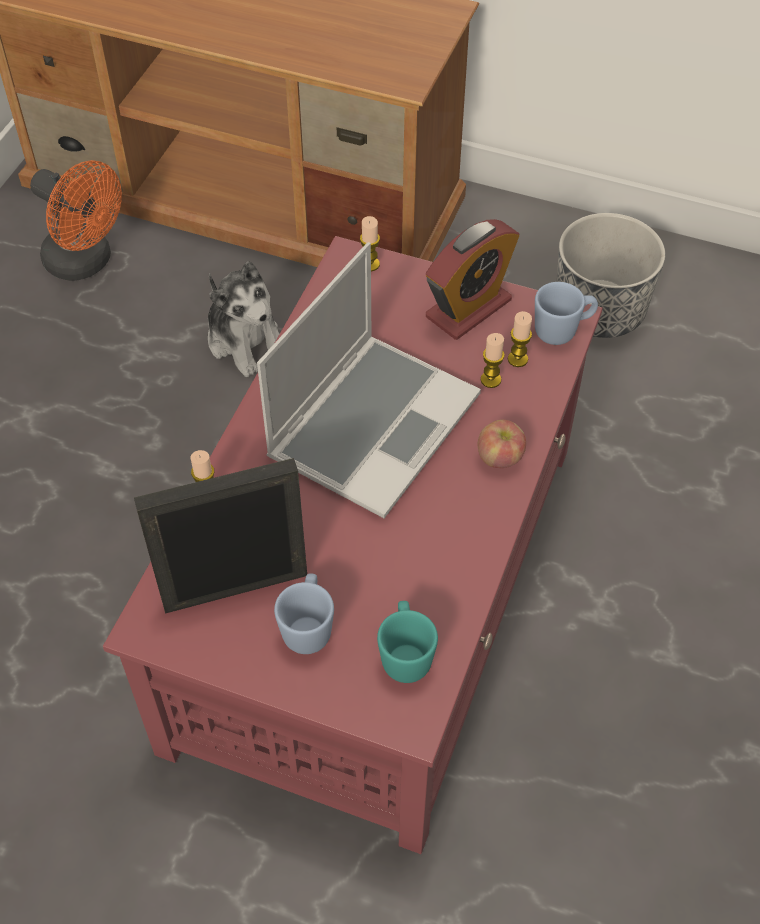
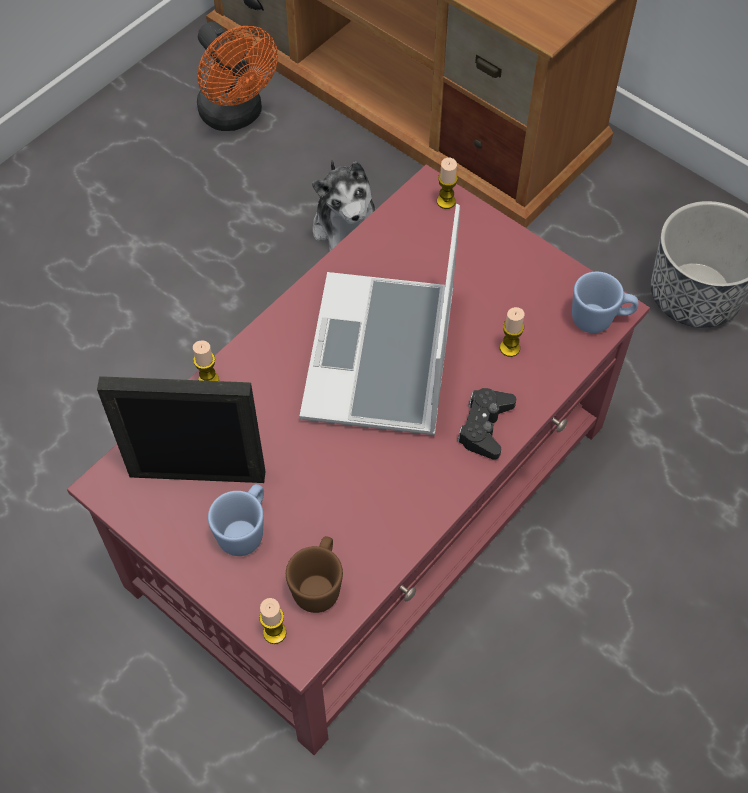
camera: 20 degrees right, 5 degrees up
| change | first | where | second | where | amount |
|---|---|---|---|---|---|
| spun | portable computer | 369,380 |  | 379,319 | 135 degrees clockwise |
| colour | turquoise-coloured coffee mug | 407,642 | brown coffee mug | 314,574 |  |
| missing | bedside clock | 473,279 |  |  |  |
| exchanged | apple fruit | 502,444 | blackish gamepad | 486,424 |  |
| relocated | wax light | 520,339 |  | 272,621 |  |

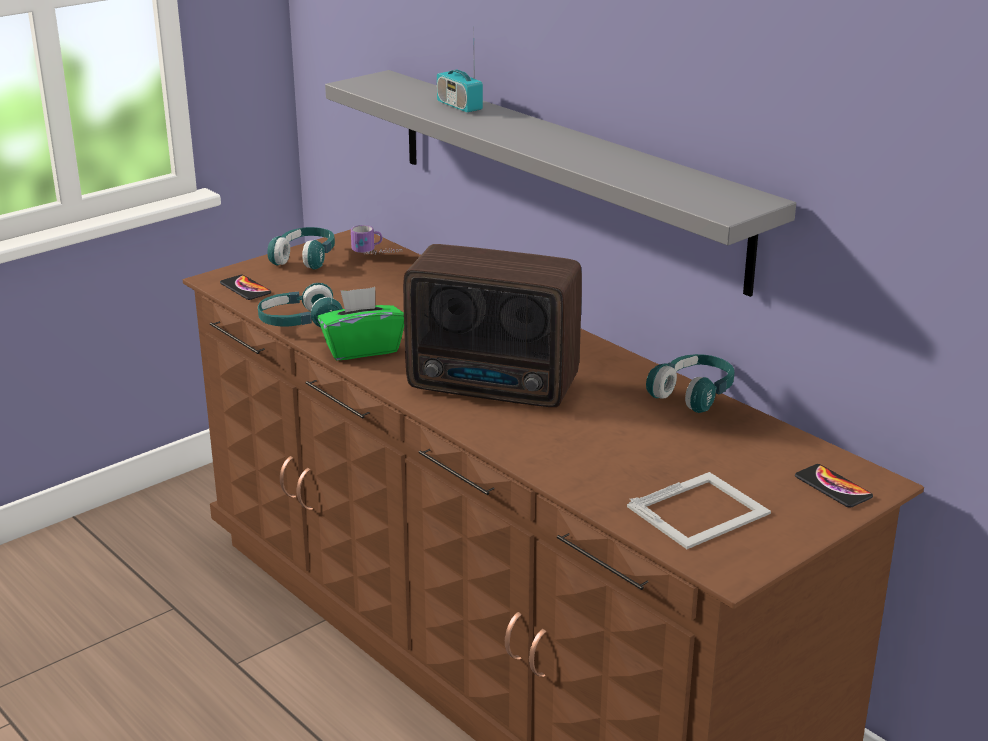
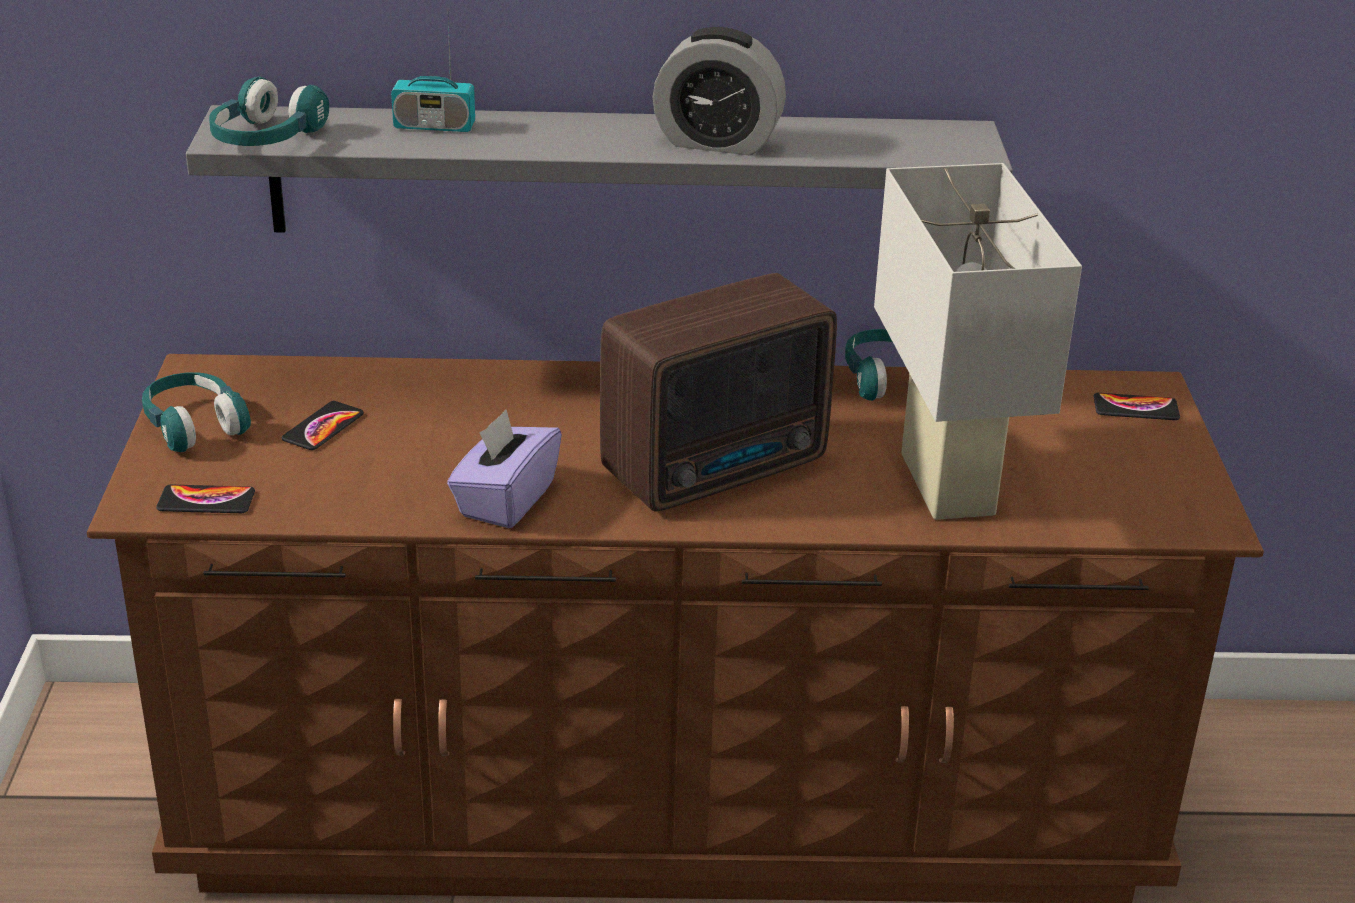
camera: 50 degrees left, 5 degrees up
| change | first | where | second | where | amount |
|---|---|---|---|---|---|
| relocated | turquoise-coloured headset | 300,305 |  | 269,111 |  |
| colour | green tissue holder | 360,323 | purple-coloured tissue holder | 504,469 |  |
| missing | coffee mug | 376,240 |  |  |  |
| missing | photo frame | 699,510 |  |  |  |
| appeared |  |  | telephone | 323,425 |  |
| appeared |  |  | bedside clock | 719,91 |  |
| appeared |  |  | white-coloured tabletop lamp | 978,341 |  |

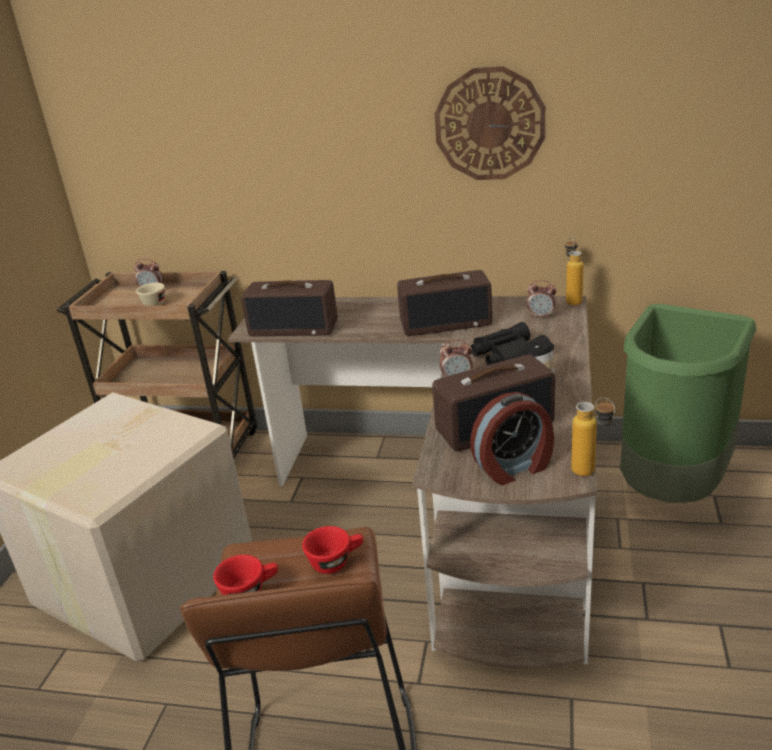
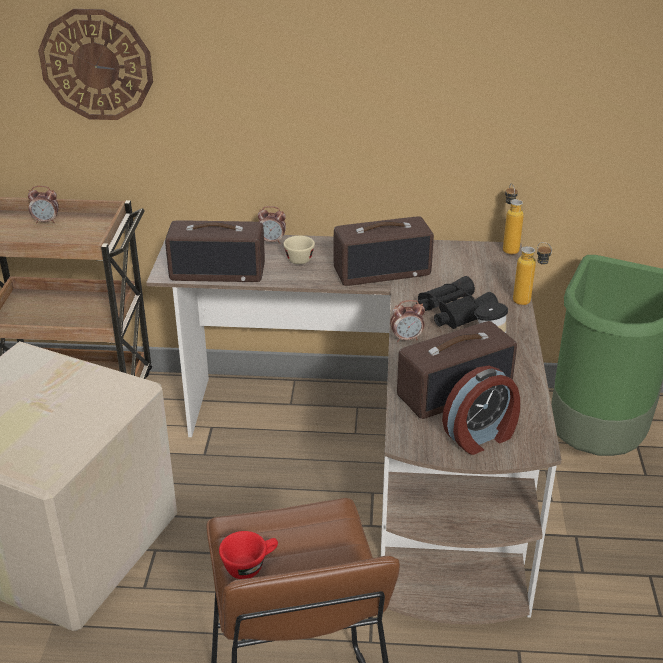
camera: 10 degrees left, 5 degrees up
| change | first | where | second | where | amount |
|---|---|---|---|---|---|
| relocated | beige-coloured cup | 150,294 |  | 299,249 |  |
| missing | red cup | 332,550 |  |  |  |
| relocated | hanging clock | 490,123 |  | 95,64 |  |
| relocated | bedside clock | 541,299 |  | 272,225 |  |
| relocated | drink bottle | 593,436 |  | 532,273 |  |

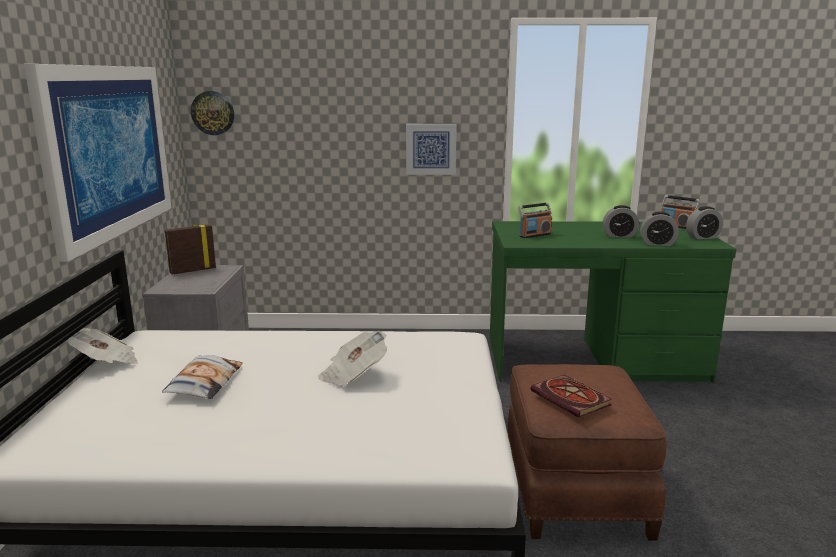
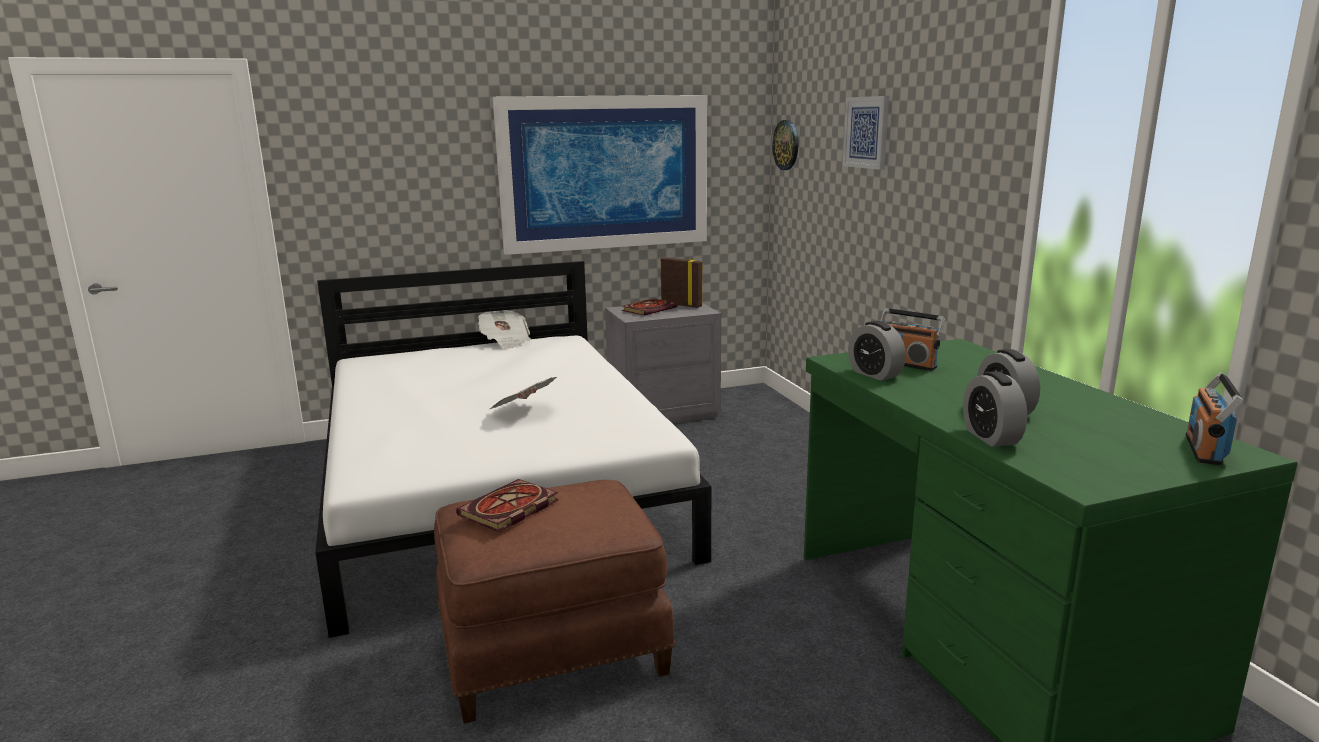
camera: 70 degrees right, 0 degrees up
| change | first | where | second | where | amount |
|---|---|---|---|---|---|
| missing | pillow | 202,377 |  |  |  |
| relocated | wall art | 431,149 |  | 866,133 |  |
| relocated | bedside clock | 704,222 |  | 877,351 |  |
| appeared |  |  | book | 650,307 |  |

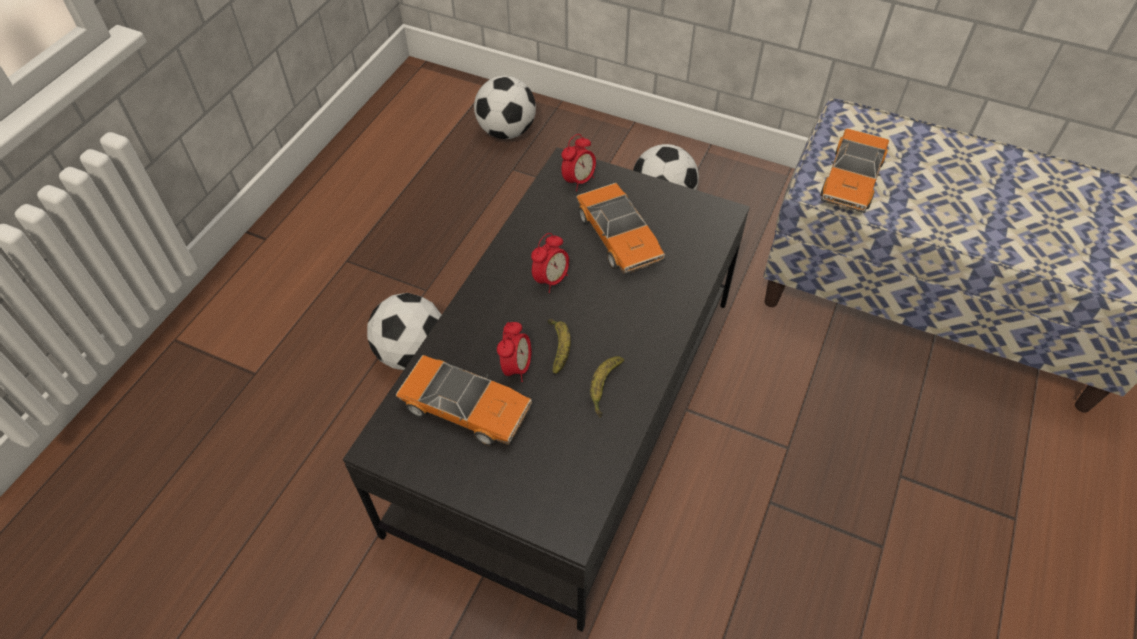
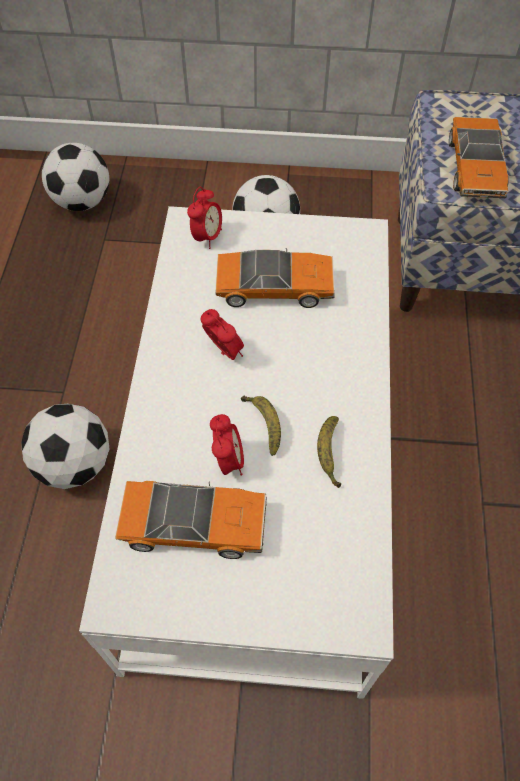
camera: 20 degrees left, 5 degrees up
| change | first | where | second | where | amount |
|---|---|---|---|---|---|
| colour | blackish low table | 546,389 | white-coloured low table | 236,452 |  |
| spun | bedside clock | 550,263 |  | 222,334 | 60 degrees counterclockwise |
| spun | model car | 621,228 |  | 275,278 | 45 degrees counterclockwise |

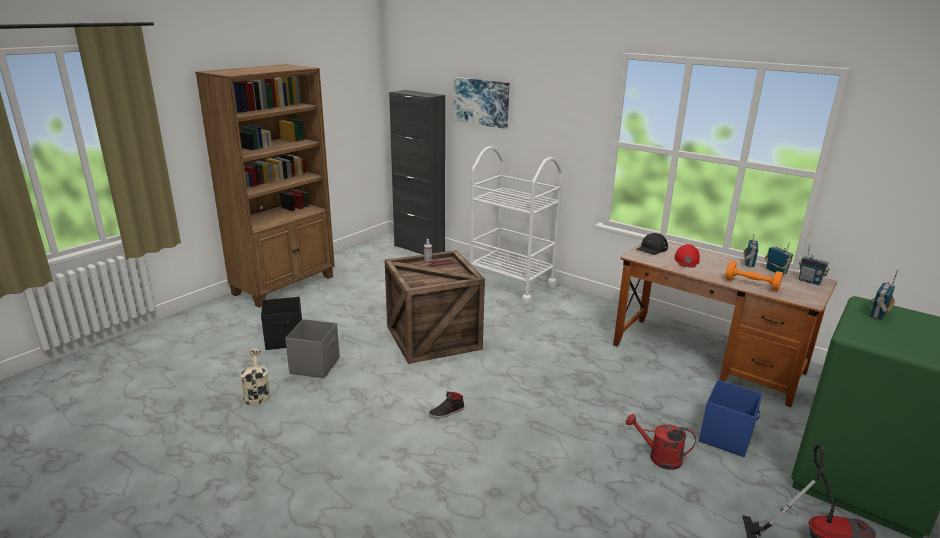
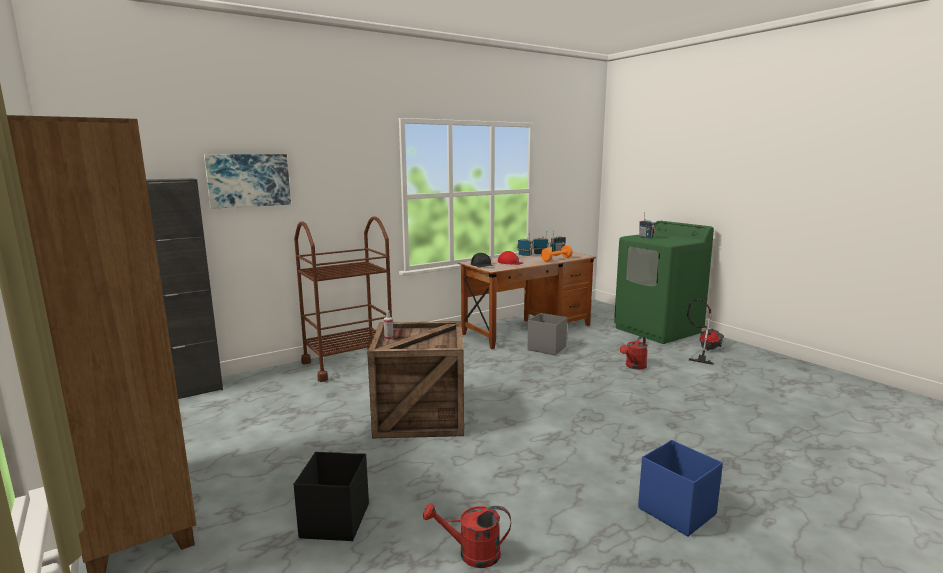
camera: 70 degrees left, 10 degrees down
| change | first | where | second | where | amount |
|---|---|---|---|---|---|
| colour | beige-coloured watering can | 256,377 | red watering can | 467,535 |  |
| relocated | greyish storage bin | 312,348 |  | 547,334 |  |
| missing | blackish shoe | 446,404 |  |  |  |
| colour | white-coloured wheeled cart | 516,225 | brown wheeled cart | 343,299 |  |
| relocated | blue-coloured storage bin | 730,418 |  | 680,488 |  |

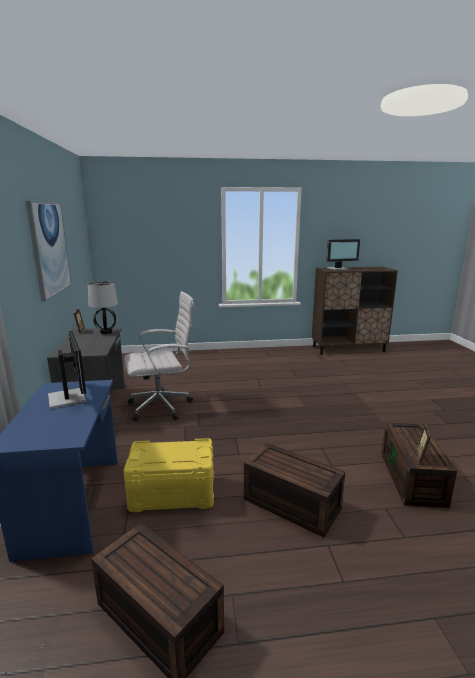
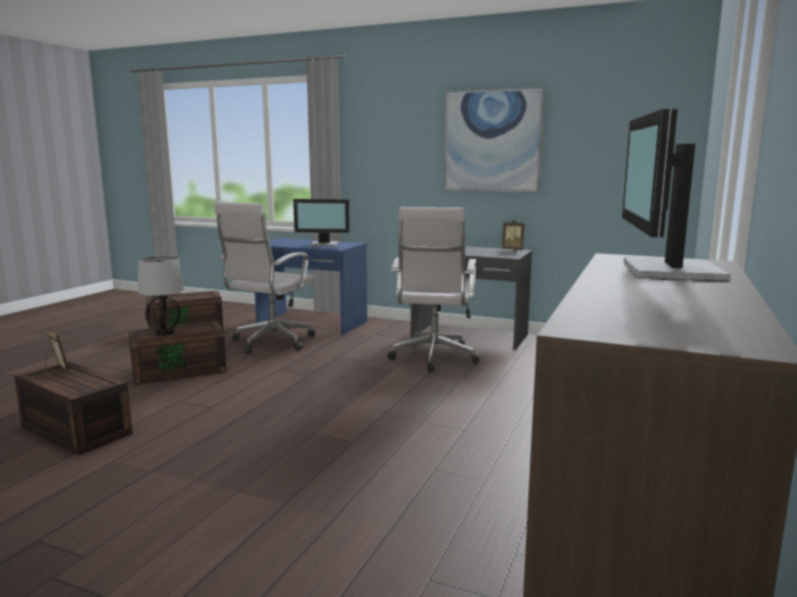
camera: 120 degrees right, 5 degrees down
| change | first | where | second | where | amount |
|---|---|---|---|---|---|
| relocated | tabletop lamp | 103,307 |  | 161,296 |  |
| exchanged | yellow storage bin | 168,475 | white-coloured computer chair | 265,277 |  |

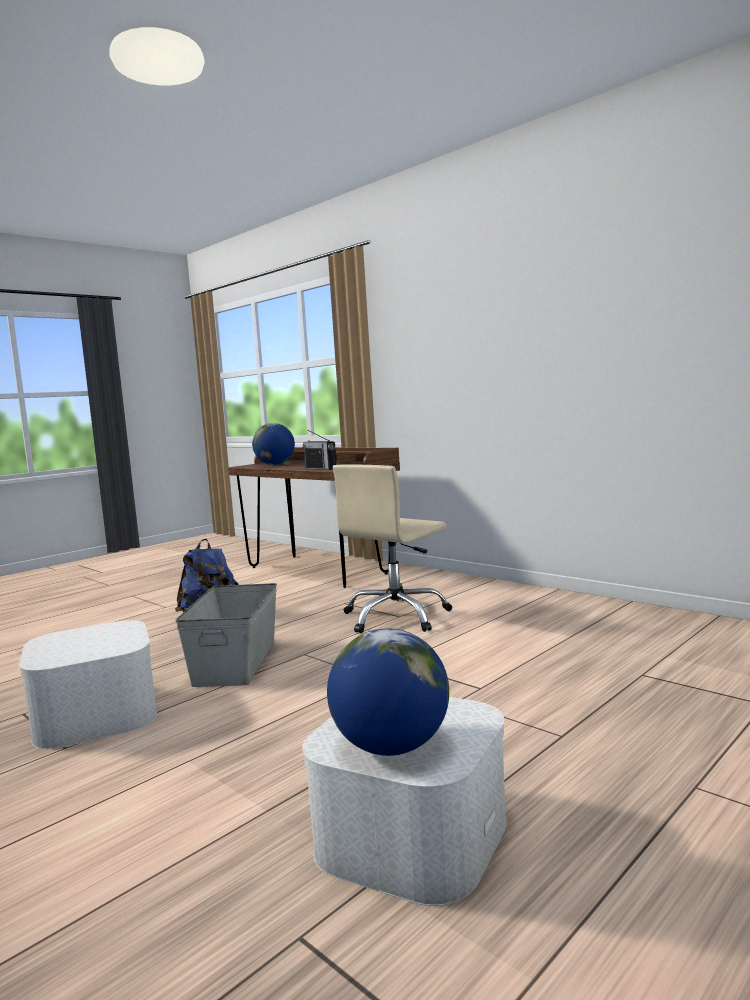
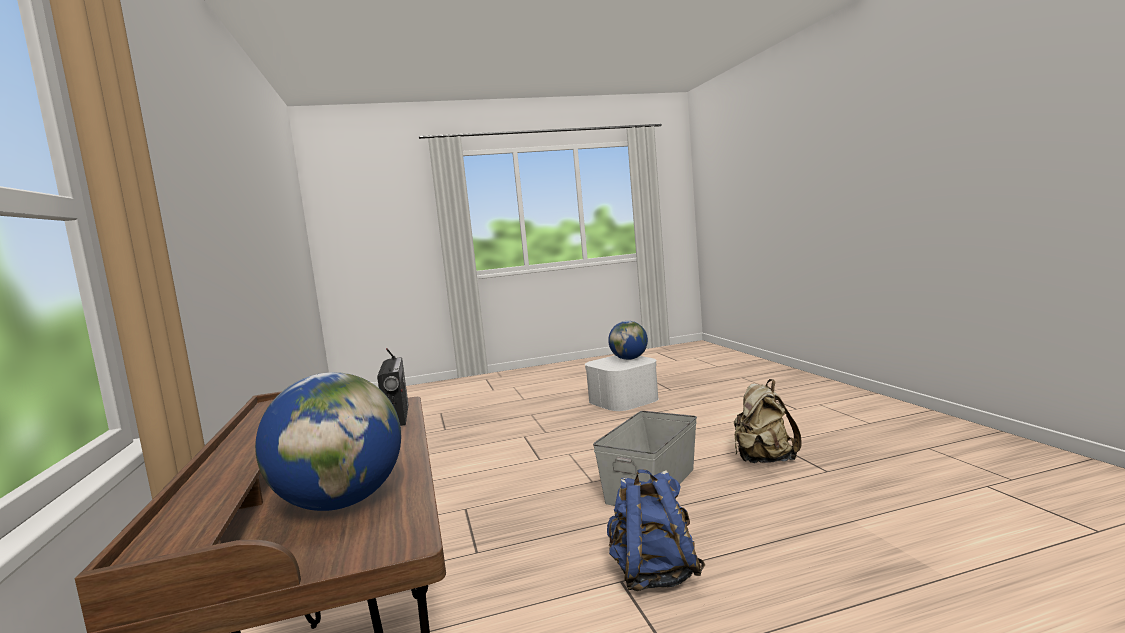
camera: 150 degrees left, 0 degrees up
| change | first | where | second | where | amount |
|---|---|---|---|---|---|
| exchanged | white-coloured storage bin | 88,684 | beige-coloured backpack | 768,421 |  |
| missing | beige-coloured computer chair | 392,548 |  |  |  |

